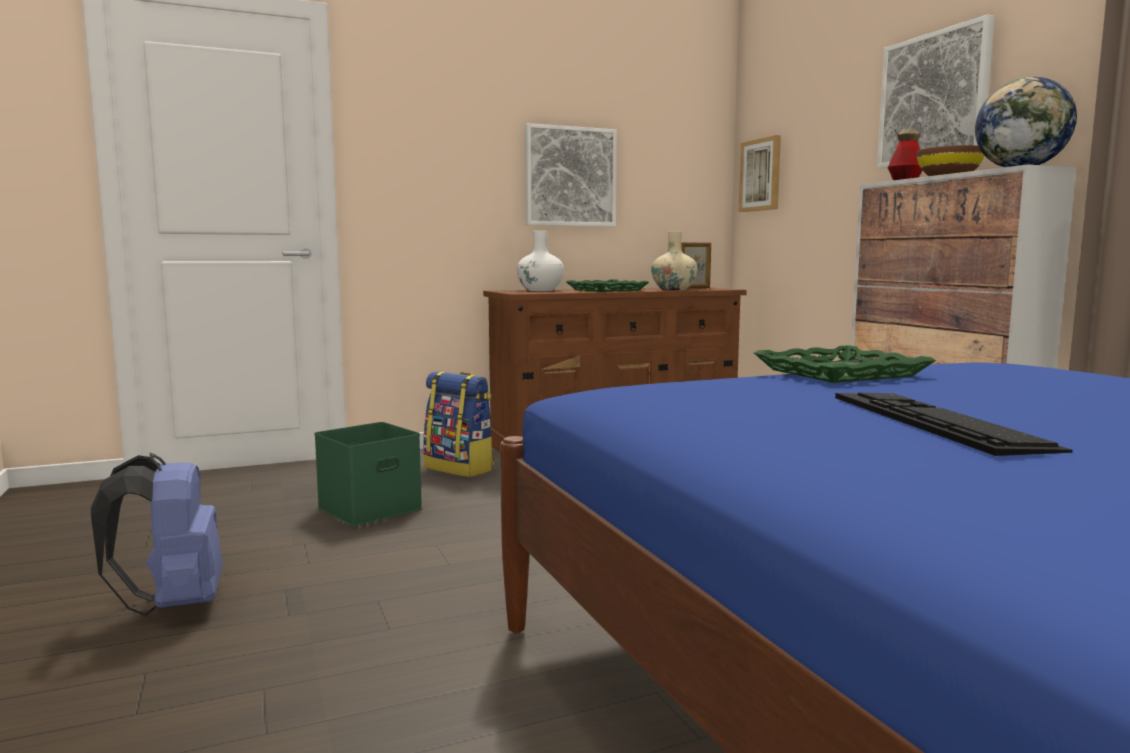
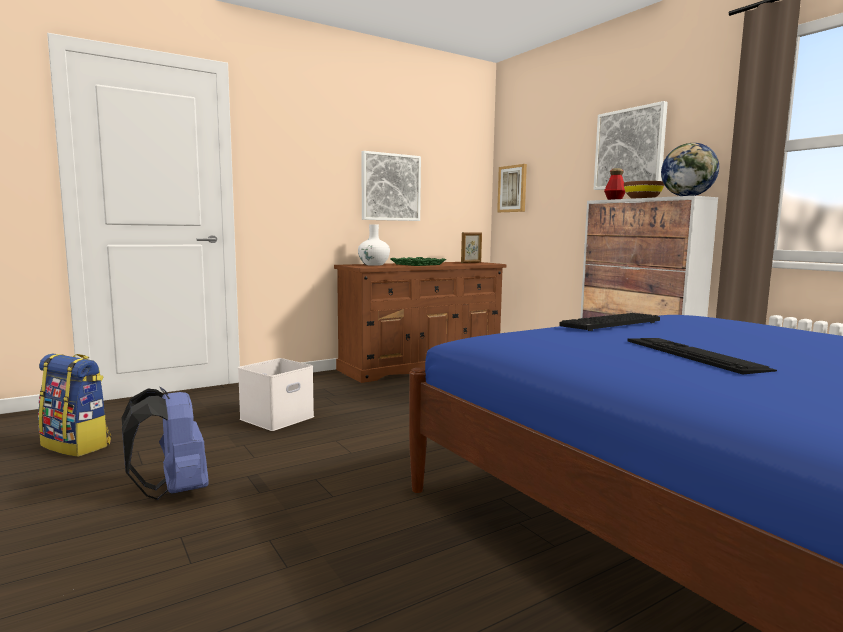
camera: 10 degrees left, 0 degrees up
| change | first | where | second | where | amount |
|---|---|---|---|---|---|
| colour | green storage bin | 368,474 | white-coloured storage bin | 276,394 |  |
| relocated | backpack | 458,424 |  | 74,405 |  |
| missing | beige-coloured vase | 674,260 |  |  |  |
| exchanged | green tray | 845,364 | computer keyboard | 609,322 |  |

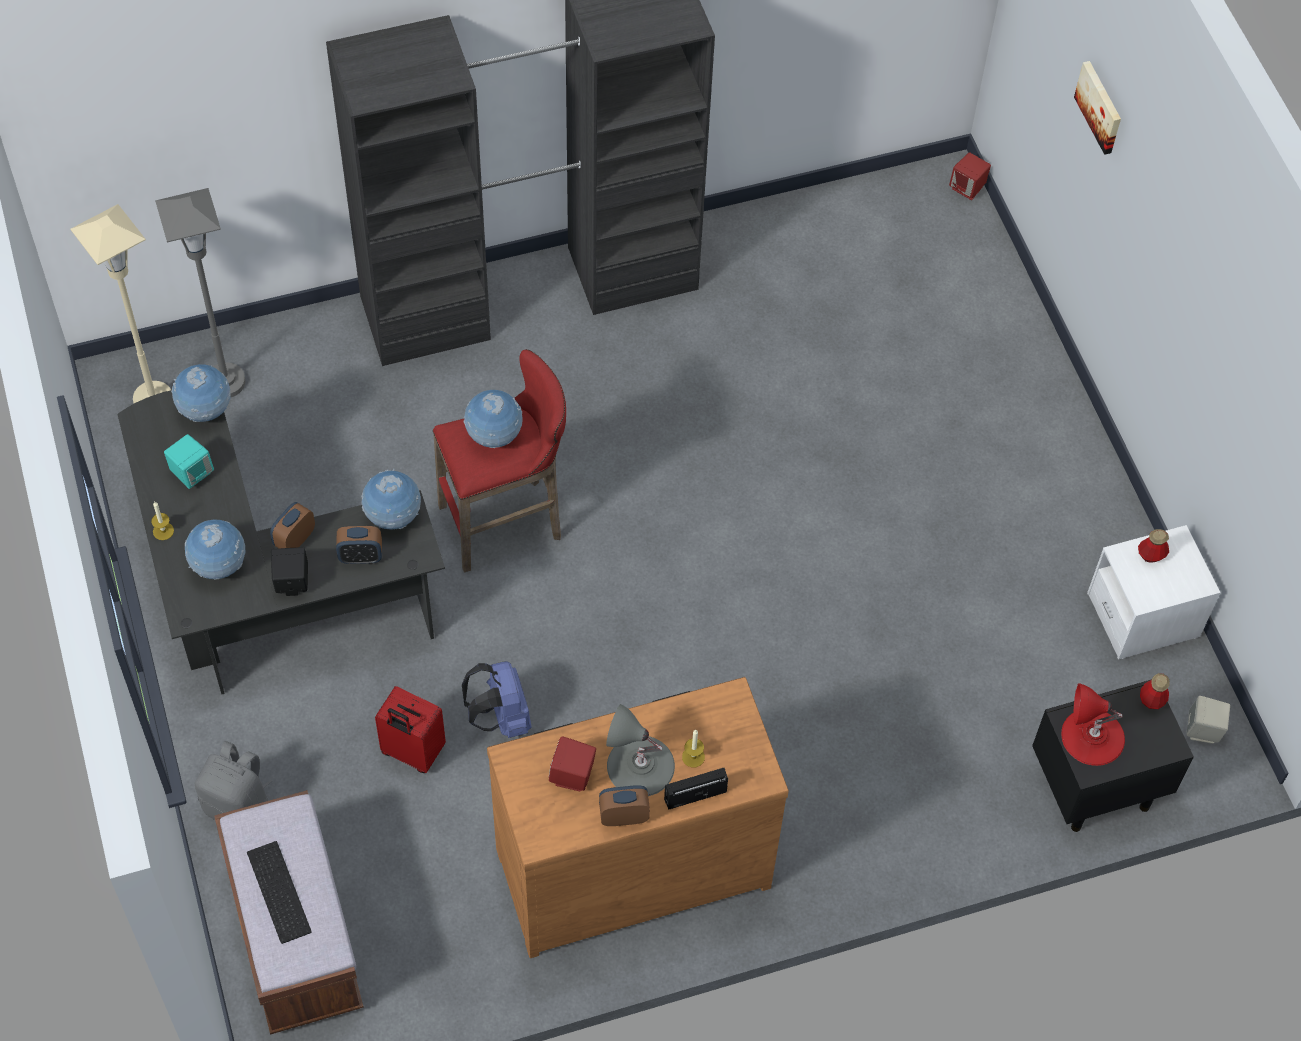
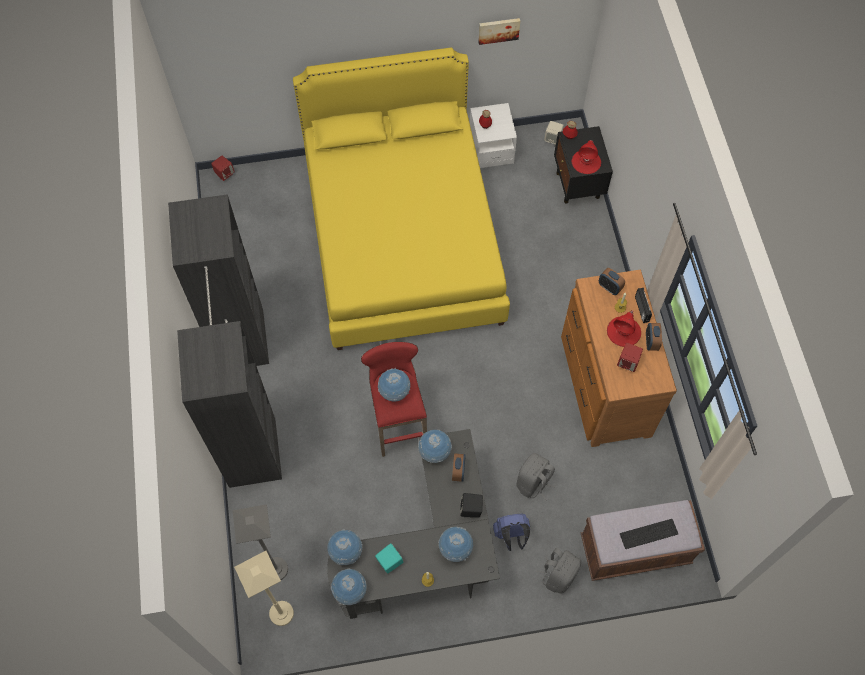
camera: 80 degrees left, 5 degrees up
| change | first | where | second | where | amount |
|---|---|---|---|---|---|
| relocated | bedside clock | 292,525 |  | 612,281 |  |
| exchanged | red suitcase | 410,729 | greyish backpack | 535,476 |  |
| relocated | blue-coloured backpack | 496,699 |  | 511,532 |  |
| colour | greyish tabletop lamp | 640,750 | red tabletop lamp | 624,328 |  |
| relocated | wall art | 1097,108 |  | 499,31 |  |
| appeared |  |  | yellow bed | 401,198 |  |
| appeared |  |  | desk globe | 349,586 |  |

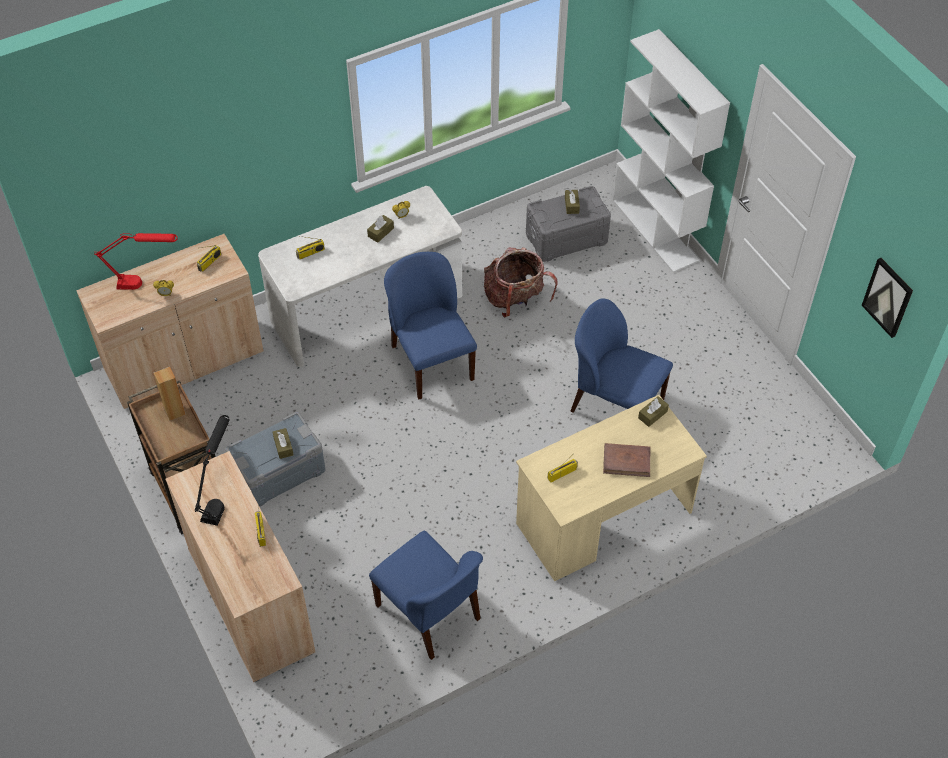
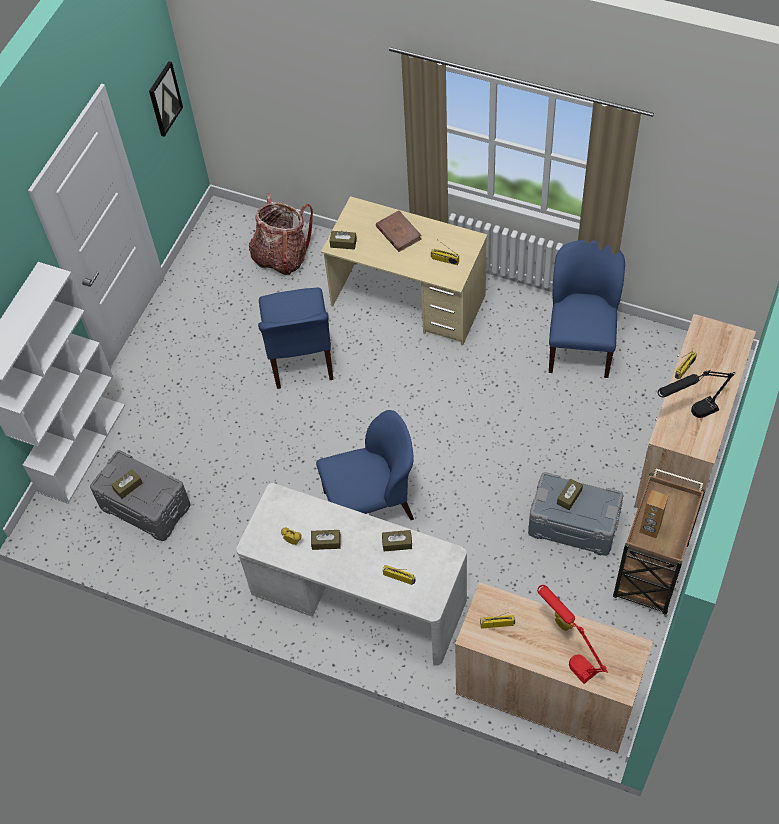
camera: 125 degrees left, 5 degrees up
| change | first | where | second | where | amount |
|---|---|---|---|---|---|
| spun | blue-coloured upright chair | 430,325 |  | 365,465 | 135 degrees counterclockwise |
| relocated | backpack | 521,282 |  | 281,234 |  |
| appeared |  |  | brown tissue holder | 397,540 |  |

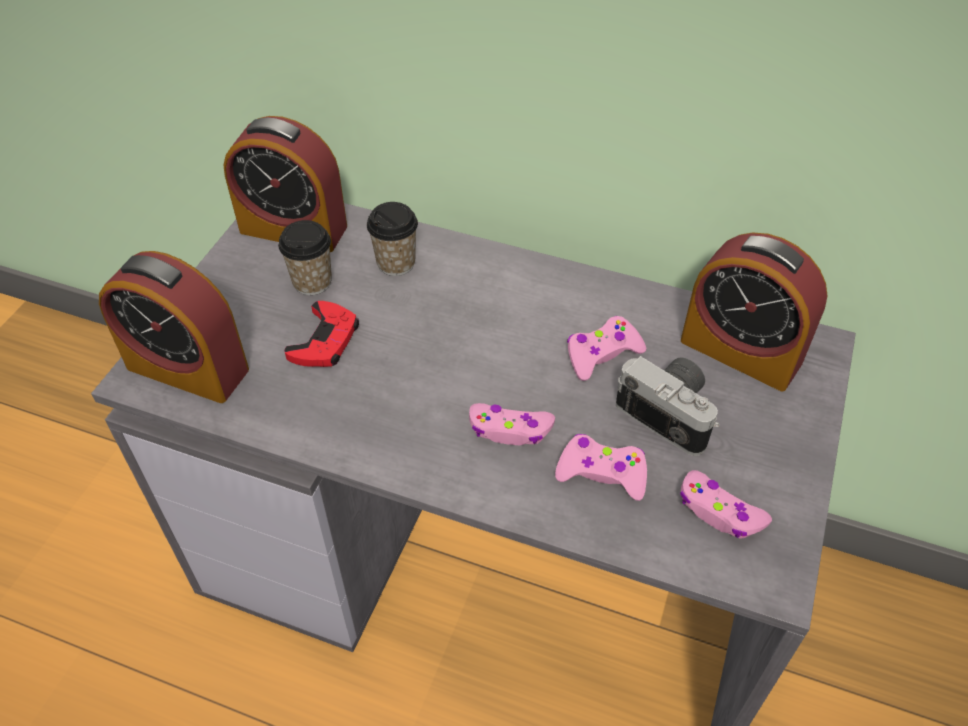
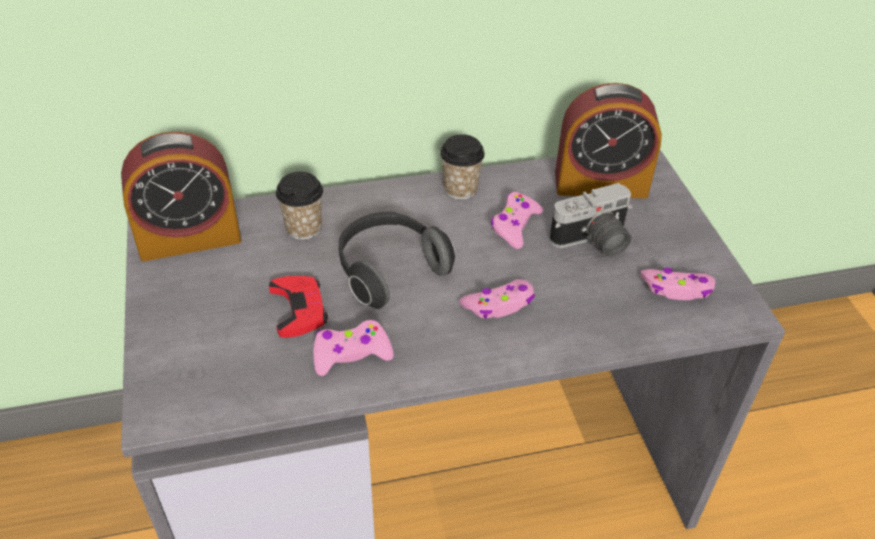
camera: 35 degrees left, 5 degrees down
| change | first | where | second | where | amount |
|---|---|---|---|---|---|
| missing | bedside clock | 174,327 |  |  |  |
| relocated | cup | 305,257 |  | 462,167 |  |
| relocated | pink-coloured gamepad | 601,467 |  | 353,348 |  |
| spun | photo camera | 668,406 |  | 591,220 | 150 degrees clockwise |
| appeared |  |  | headset | 397,260 |  |

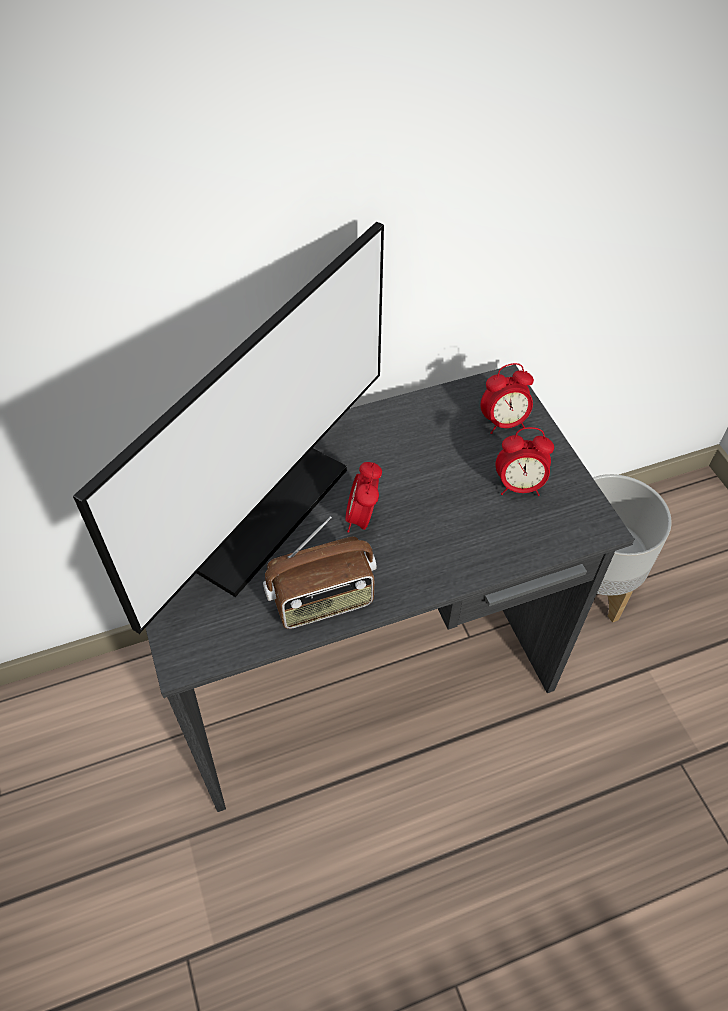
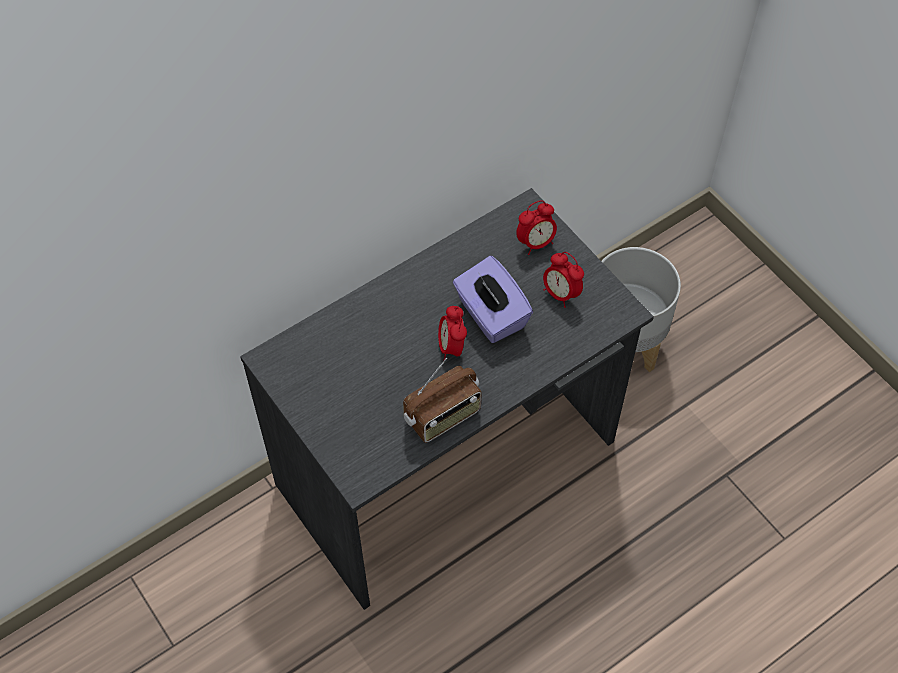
camera: 15 degrees left, 5 degrees up
| change | first | where | second | where | amount |
|---|---|---|---|---|---|
| missing | computer display | 228,428 |  |  |  |
| spun | bedside clock | 524,461 |  | 563,280 | 60 degrees clockwise |
| appeared |  |  | purple-coloured tissue holder | 493,299 |  |

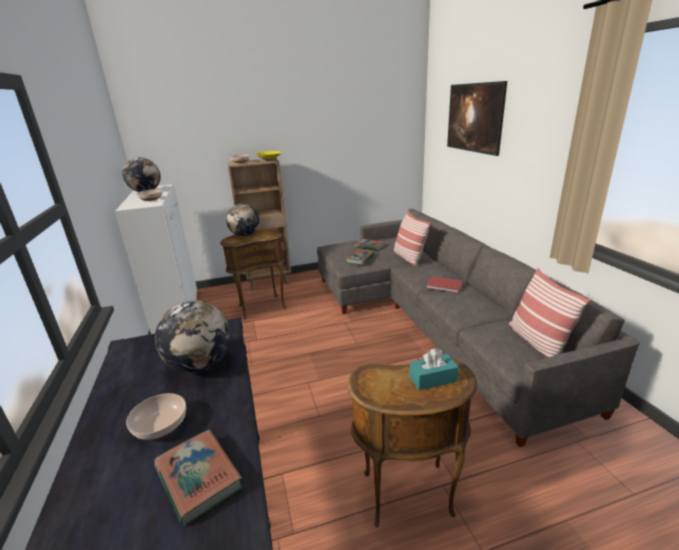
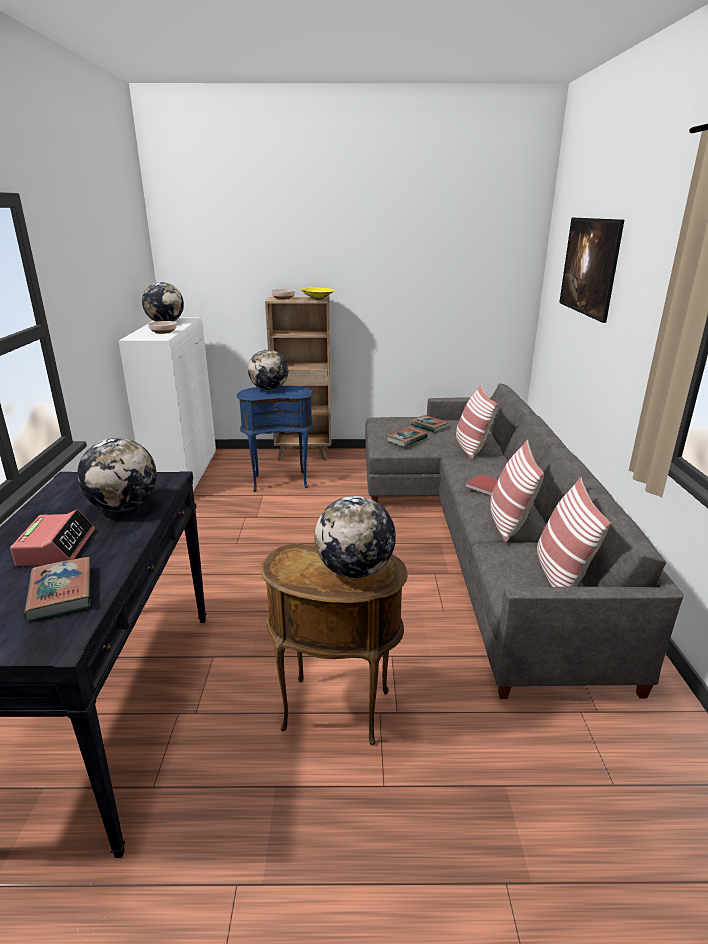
camera: 15 degrees right, 0 degrees up
| change | first | where | second | where | amount |
|---|---|---|---|---|---|
| exchanged | serving bowl | 156,416 | bedside clock | 52,537 |  |
| colour | brown side table | 253,274 | blue-coloured side table | 275,439 |  |
| exchanged | turquoise-coloured tissue holder | 434,369 | desk globe | 355,537 |  |
| appeared |  |  | pillow | 517,491 |  |

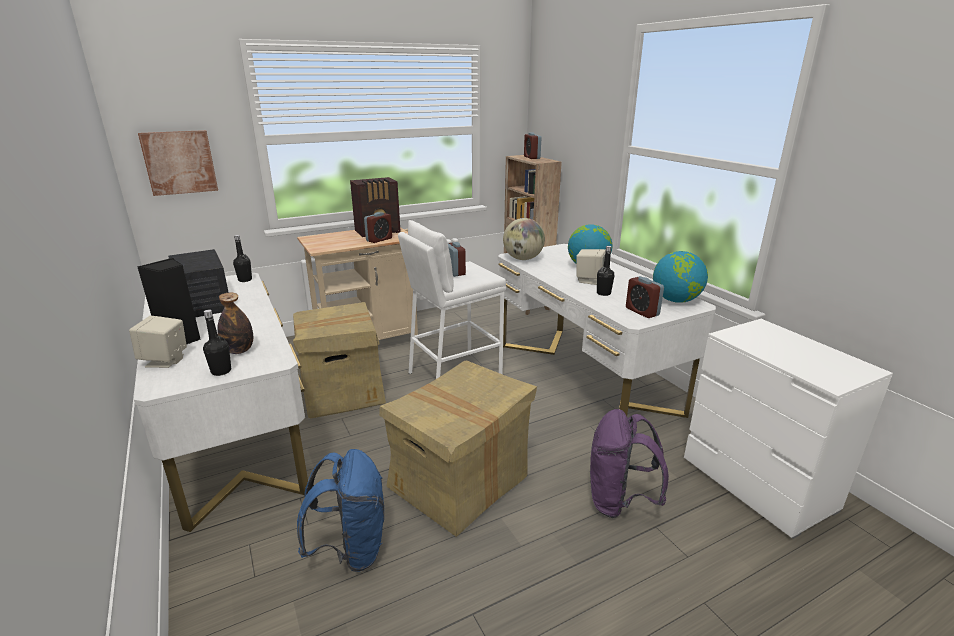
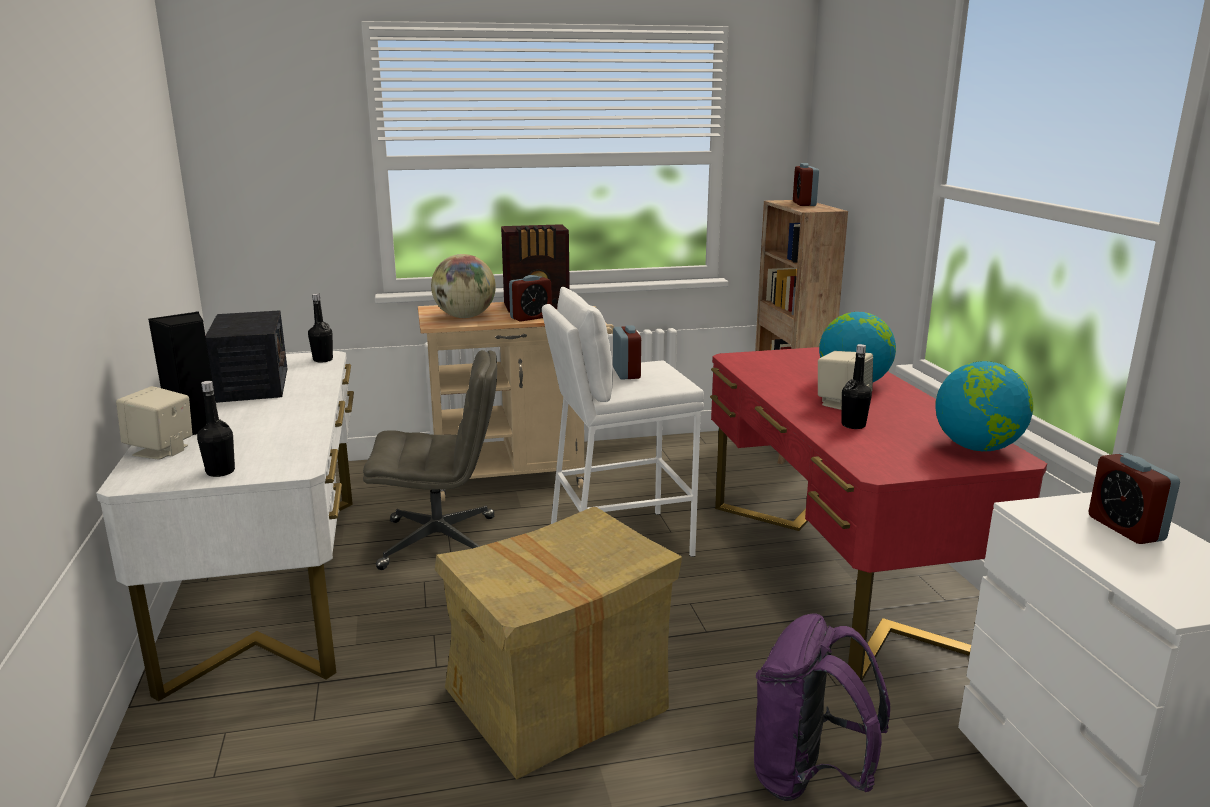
camera: 15 degrees right, 5 degrees down
| change | first | where | second | where | amount |
|---|---|---|---|---|---|
| missing | wall art | 178,163 |  |  |  |
| missing | drink bottle | 235,323 |  |  |  |
| exchanged | carton | 339,360 | greyish computer chair | 430,460 |  |
| missing | blue-coloured backpack | 340,510 |  |  |  |
| colour | white-coloured desk | 607,331 | red desk | 878,514 |  |
| relocated | desk globe | 524,239 |  | 463,286 |  |
| relocated | bedside clock | 645,297 |  | 1134,498 |  |

